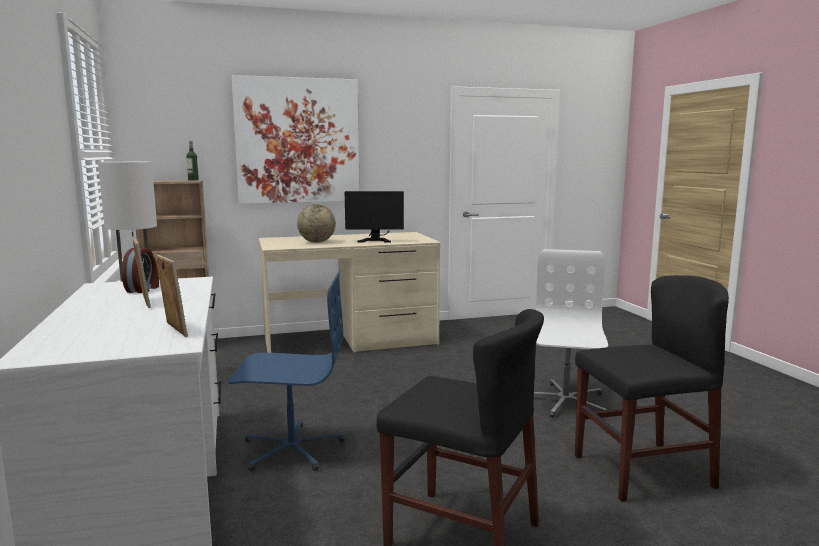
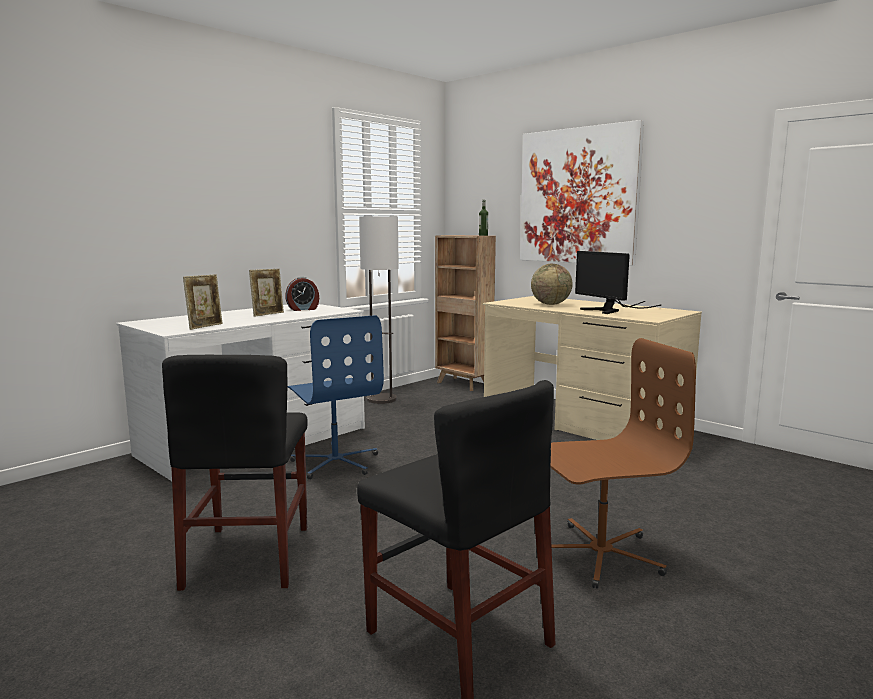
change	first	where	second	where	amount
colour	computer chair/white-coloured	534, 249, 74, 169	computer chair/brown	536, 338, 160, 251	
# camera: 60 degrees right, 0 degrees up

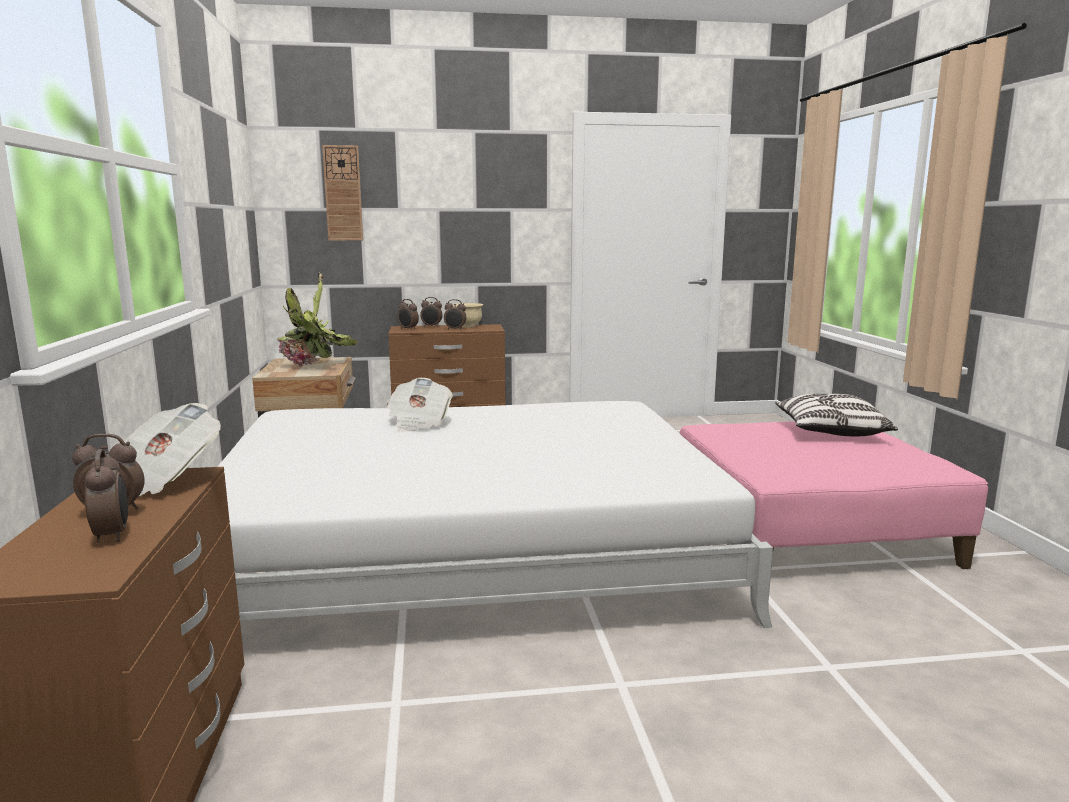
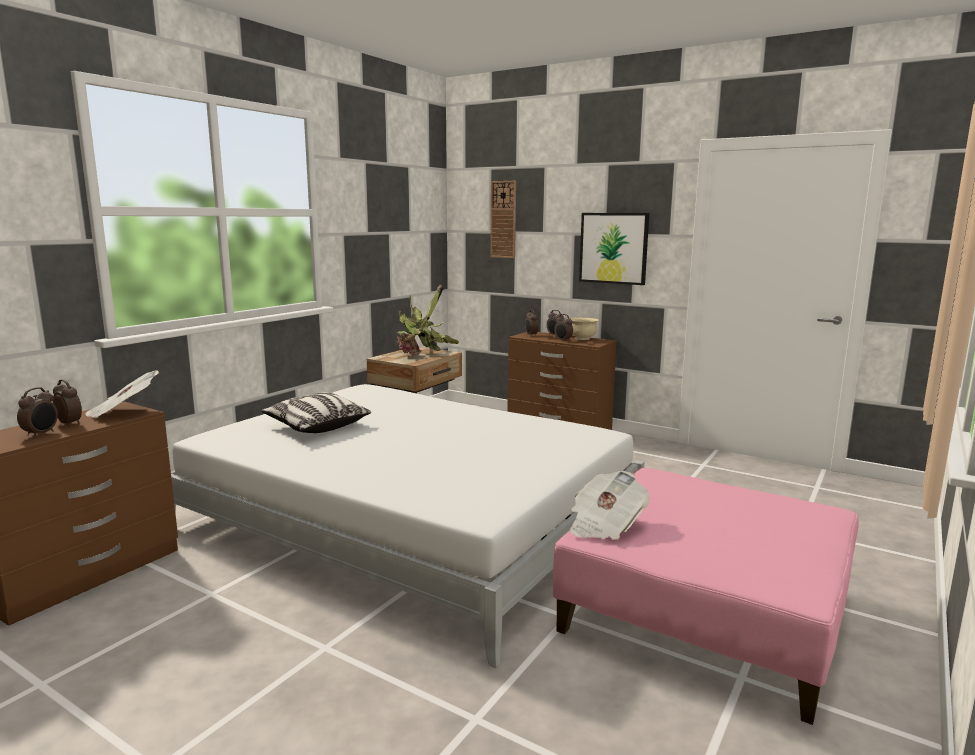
change	first	where	second	where	amount
relocated	pillow	775, 394, 123, 43		261, 392, 110, 41	
relocated	daily paper	387, 378, 66, 54		570, 471, 79, 69	
appeared			wall picture	579, 213, 70, 72	
# camera: 40 degrees right, 0 degrees up

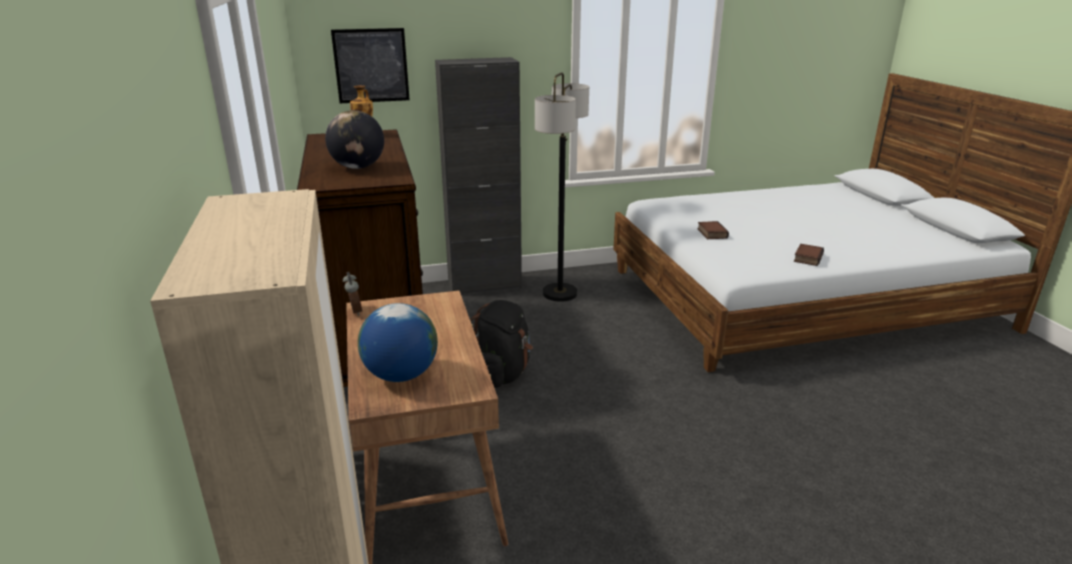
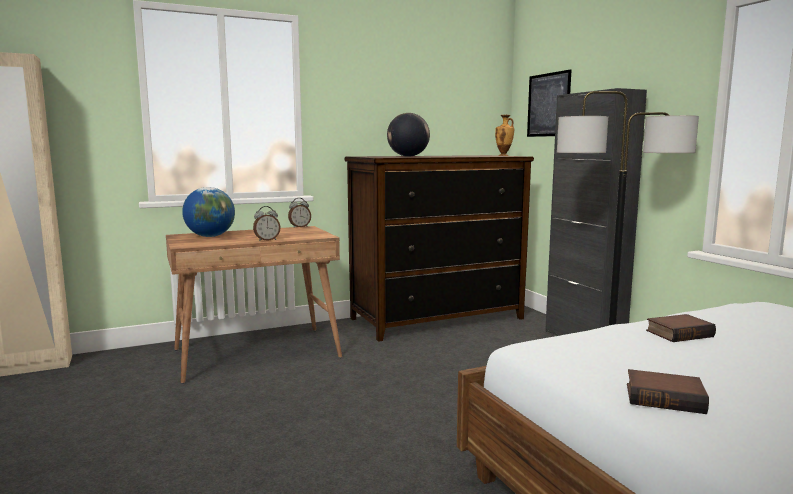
change	first	where	second	where	amount
appeared			alarm clock	253, 206, 27, 35	
missing	rucksack/black-coloured	470, 300, 63, 88			
# camera: 80 degrees right, 15 degrees down

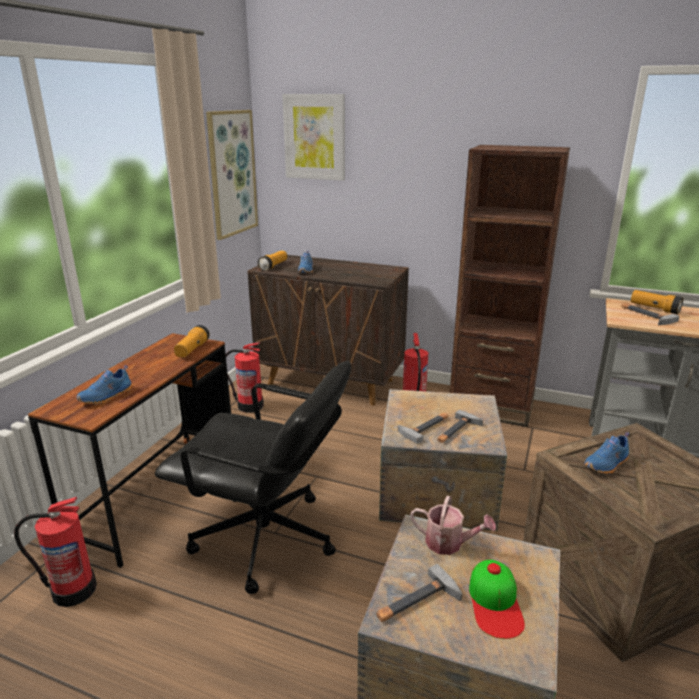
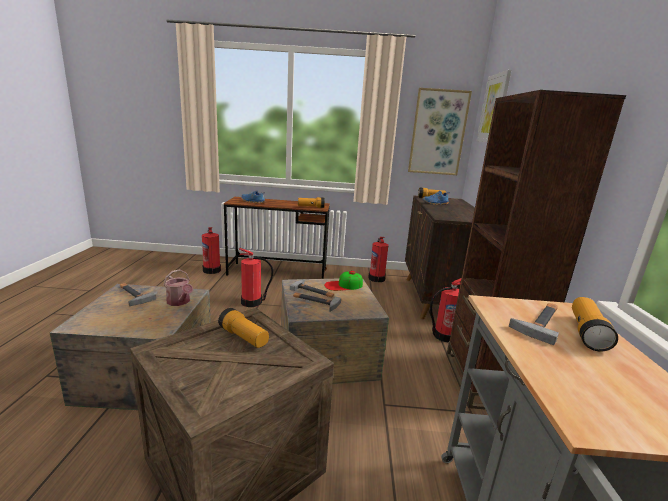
change	first	where	second	where	amount
spun	watering can	410, 496, 86, 59		164, 269, 29, 37	45 degrees counterclockwise
exchanged	shoe/blue-coloured	584, 432, 45, 42	flashlight	218, 308, 51, 40	
exchanged	computer chair/black-coloured	155, 361, 196, 233	extinguisher	239, 248, 34, 59	
relocated	baseball cap	469, 560, 56, 79		324, 271, 39, 20	
# camera: 70 degrees right, 5 degrees down

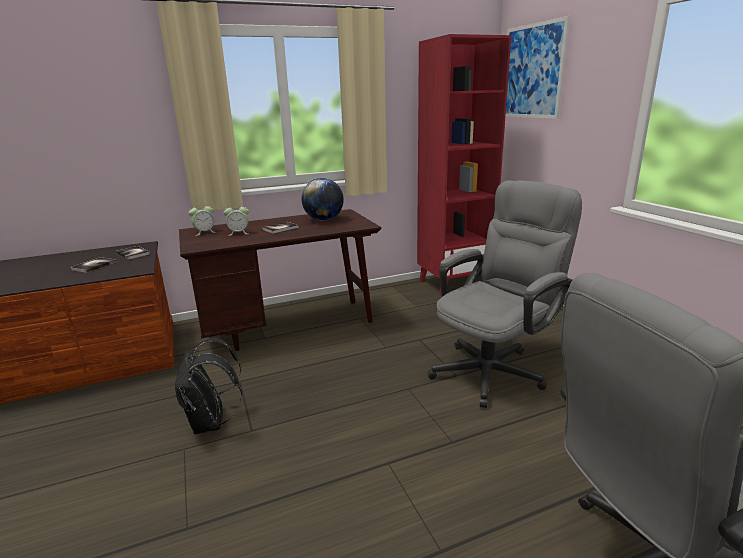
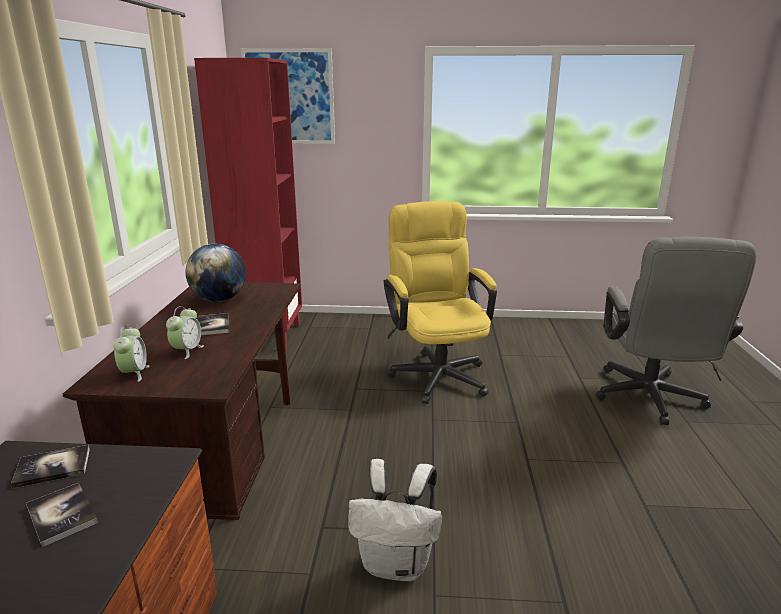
change	first	where	second	where	amount
colour	rucksack/black-coloured	175, 338, 67, 96	rucksack/white-coloured	348, 459, 94, 122	
colour	computer chair/grey	428, 180, 154, 228	computer chair/yellow-coloured	384, 201, 113, 203	
# camera: 65 degrees left, 0 degrees up

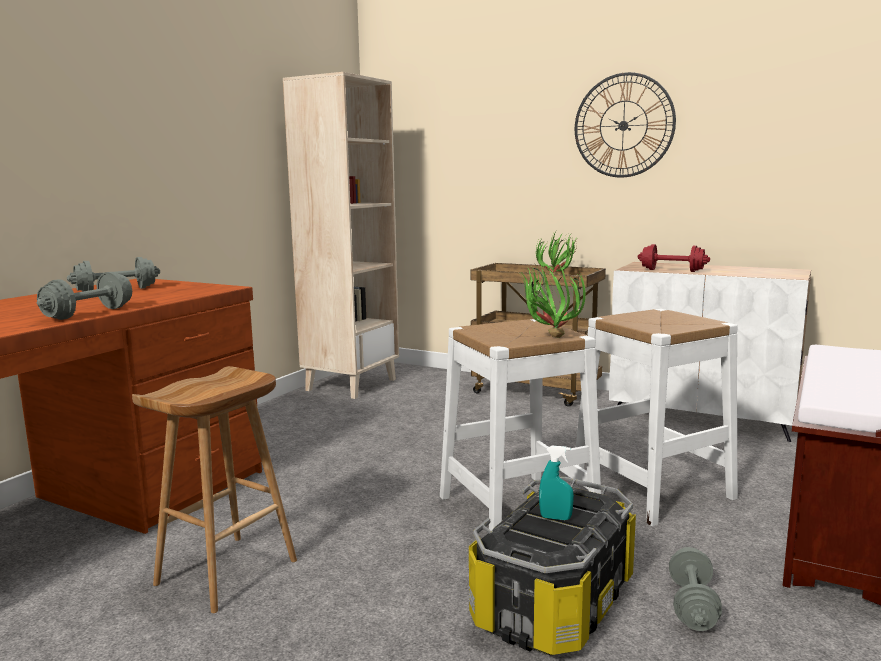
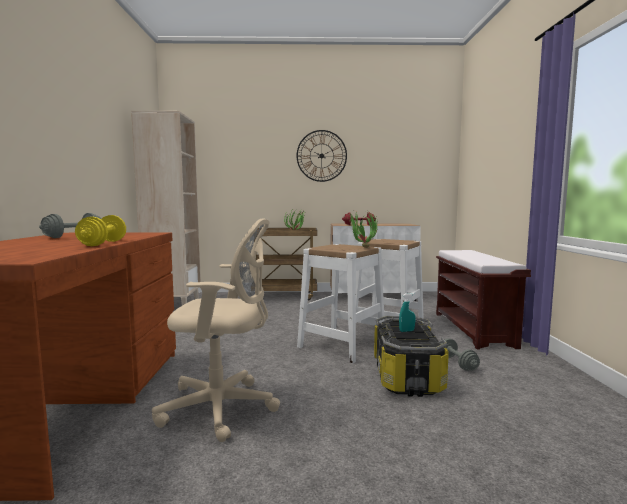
change	first	where	second	where	amount
colour	dumbbell/grey	37, 272, 95, 48	dumbbell/yellow-coloured	75, 215, 51, 31	
exchanged	sitting stool/brown	132, 366, 165, 247	computer chair/sand-coloured	152, 218, 128, 224	
# camera: 30 degrees left, 5 degrees down

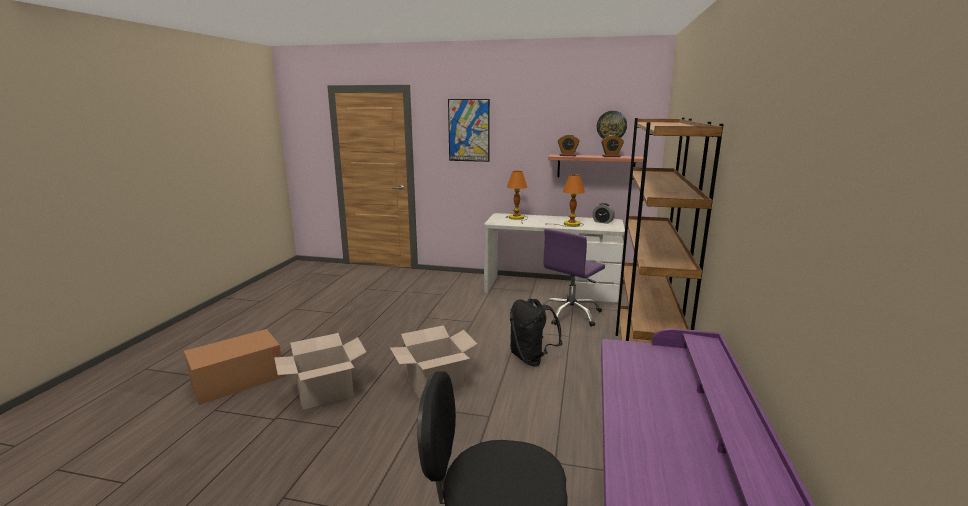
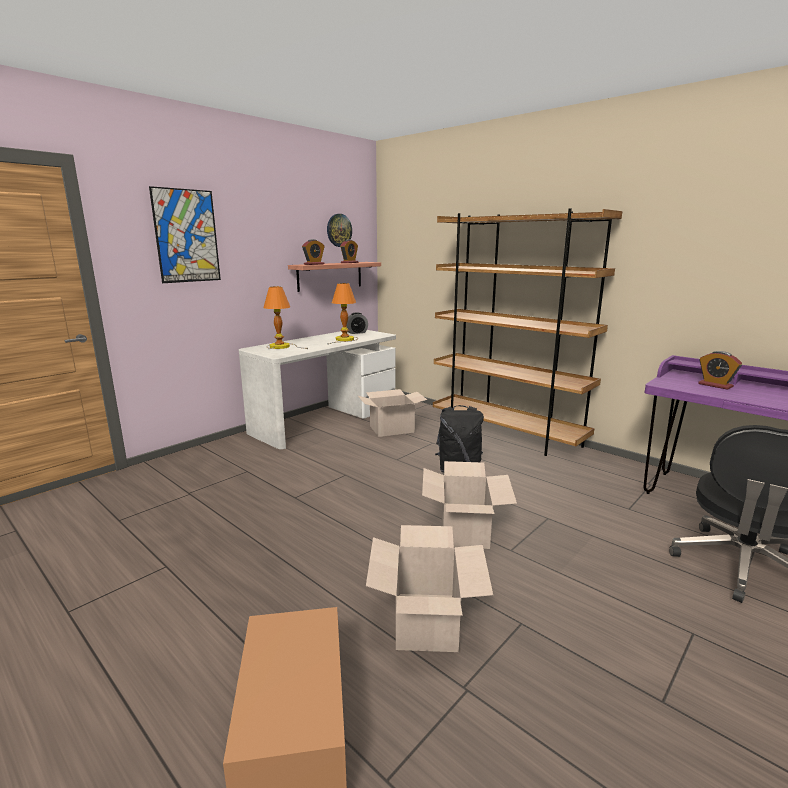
change	first	where	second	where	amount
exchanged	computer chair/purplish	542, 229, 63, 98	carton	358, 389, 69, 48	
appeared			alarm clock	698, 351, 44, 39	
# camera: 60 degrees left, 0 degrees up

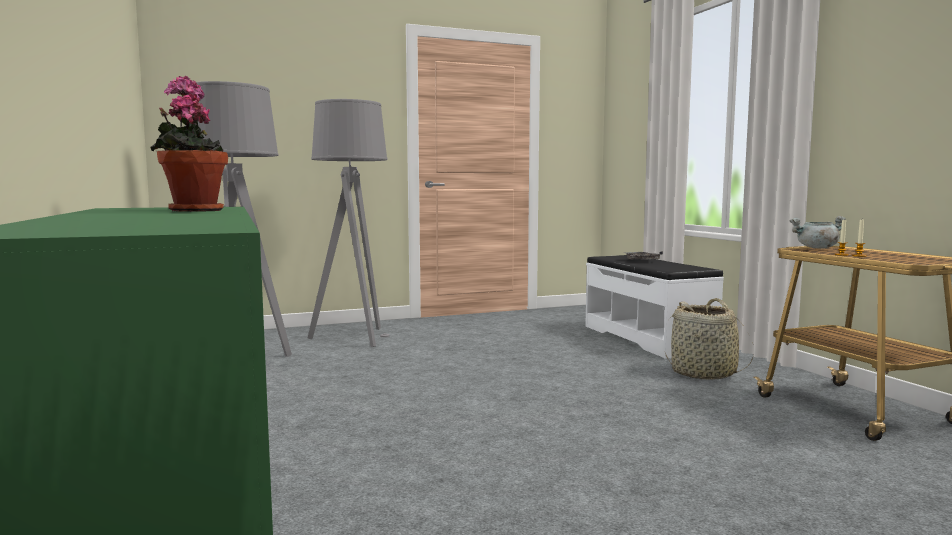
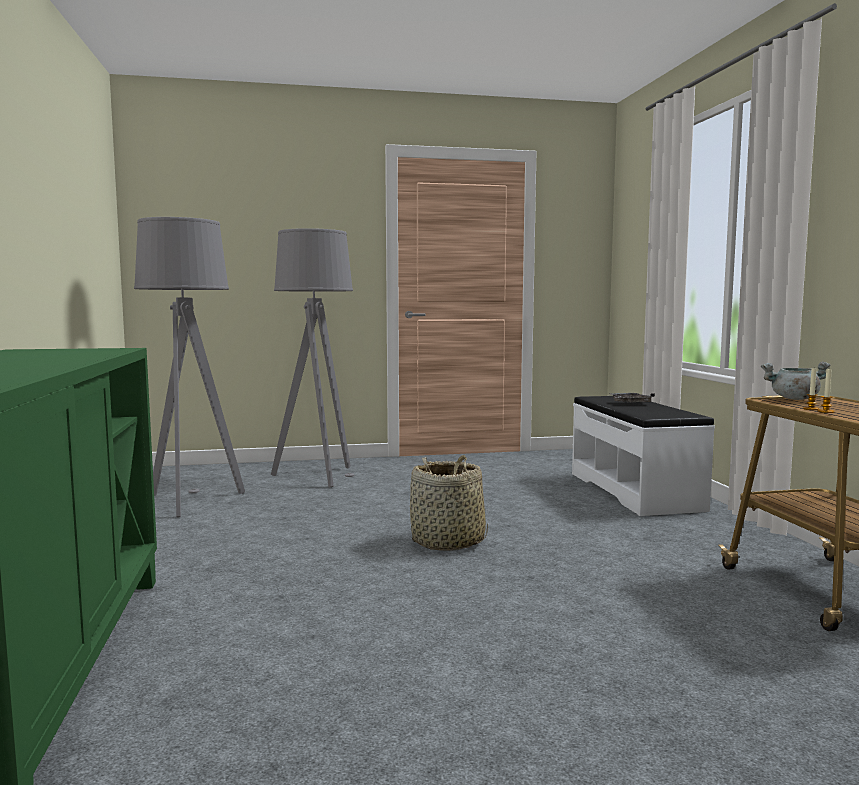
change	first	where	second	where	amount
relocated	basket	665, 298, 89, 82		410, 455, 78, 96	
missing	plant in a pot	151, 76, 77, 136			
# camera: 10 degrees right, 0 degrees up

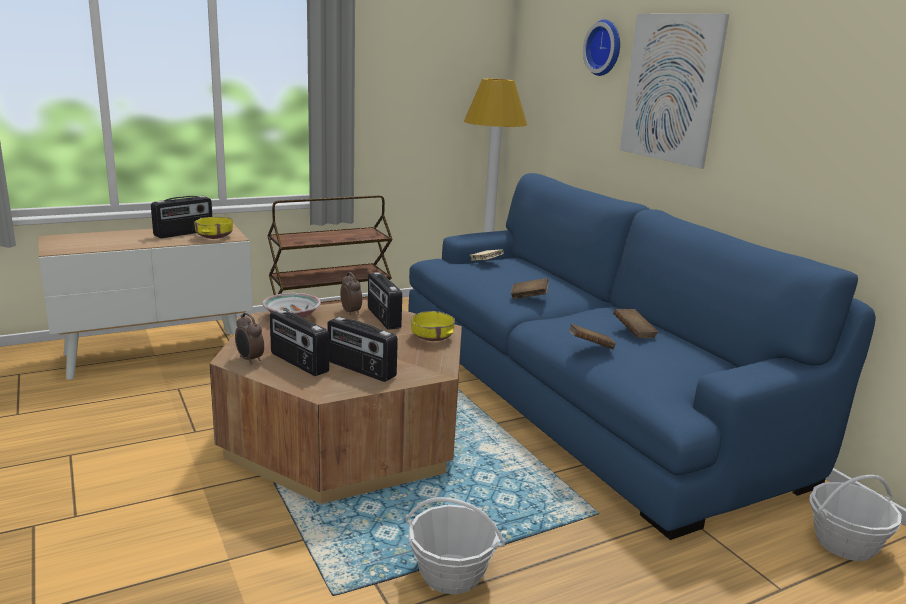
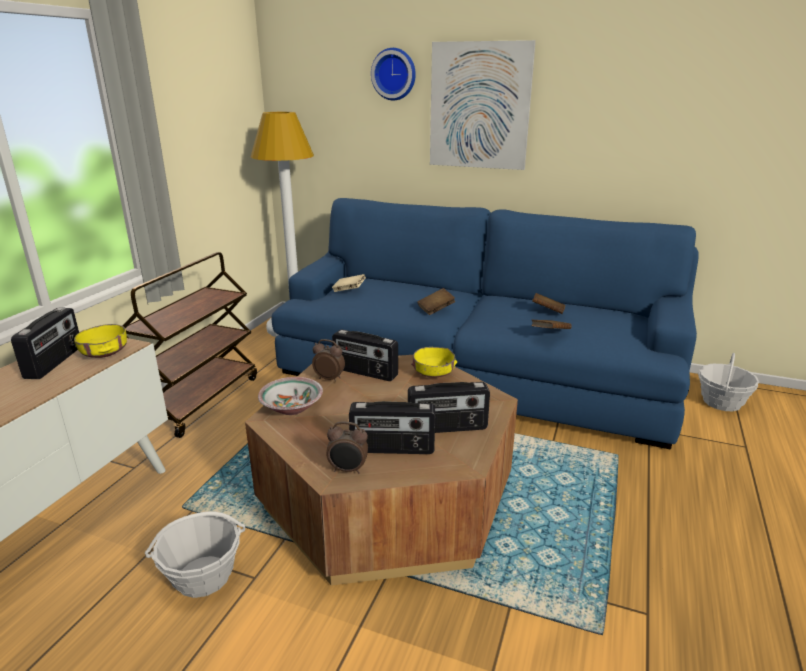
change	first	where	second	where	amount
relocated	basket	405, 497, 101, 97		145, 512, 100, 86	
# camera: 40 degrees left, 5 degrees up

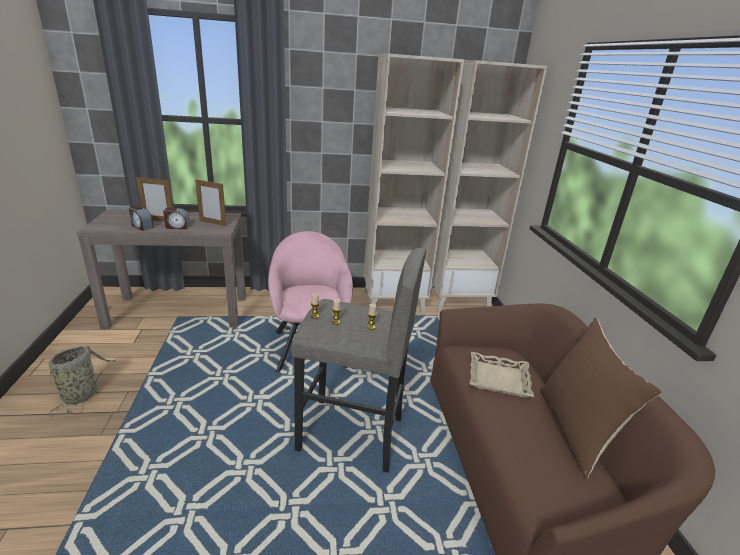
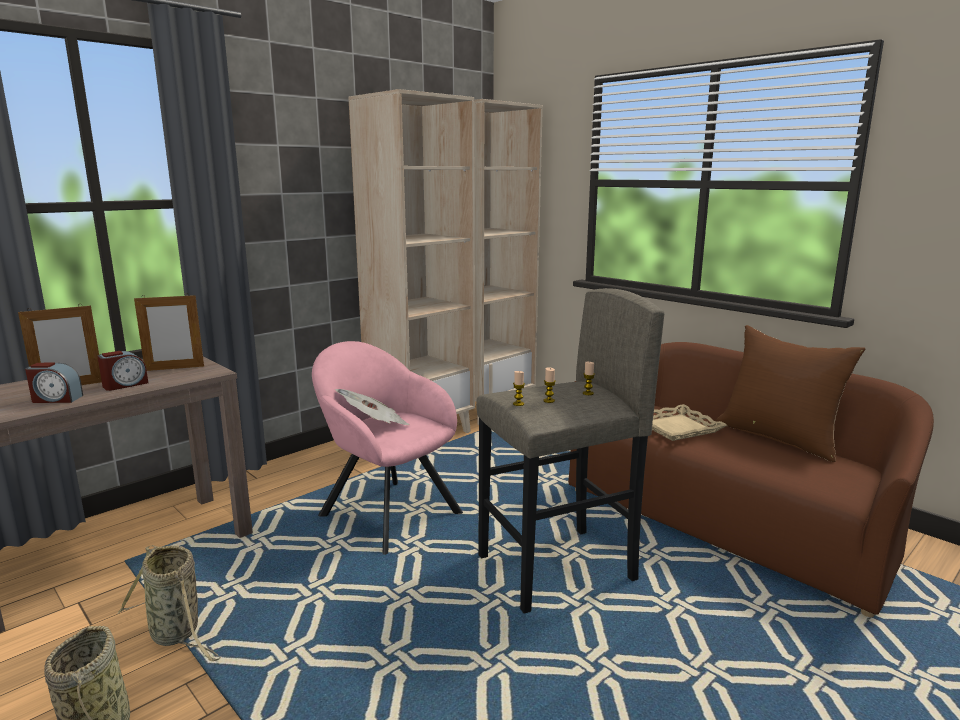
change	first	where	second	where	amount
appeared			basket	117, 545, 104, 116	
appeared			daily paper	335, 389, 75, 36	
# camera: 35 degrees left, 10 degrees down

